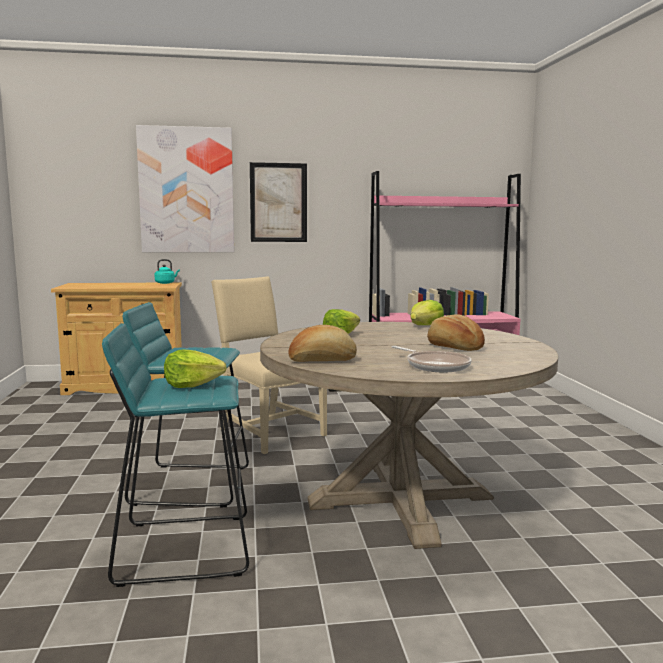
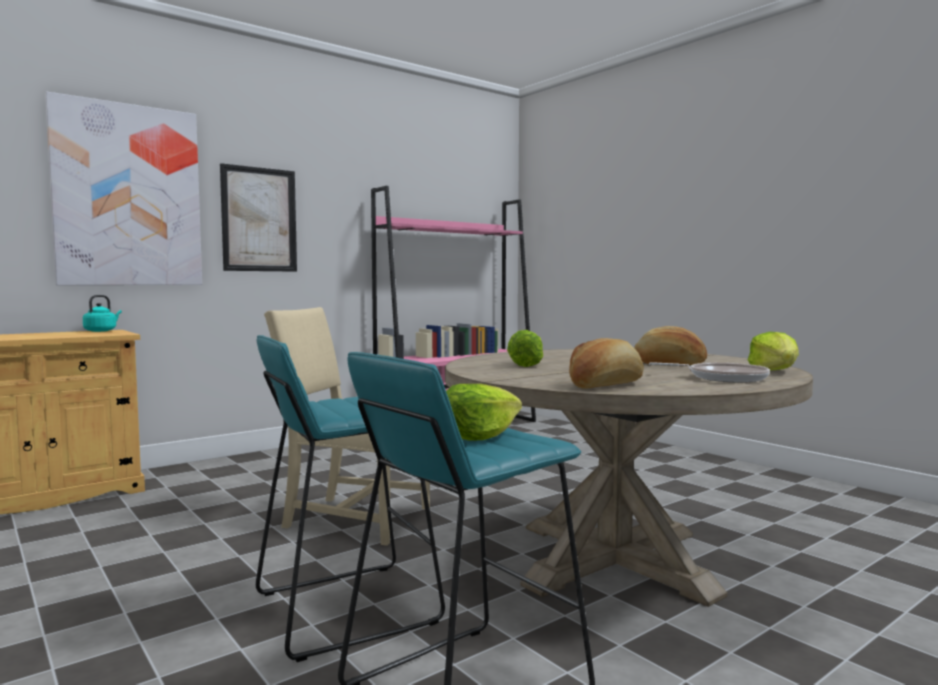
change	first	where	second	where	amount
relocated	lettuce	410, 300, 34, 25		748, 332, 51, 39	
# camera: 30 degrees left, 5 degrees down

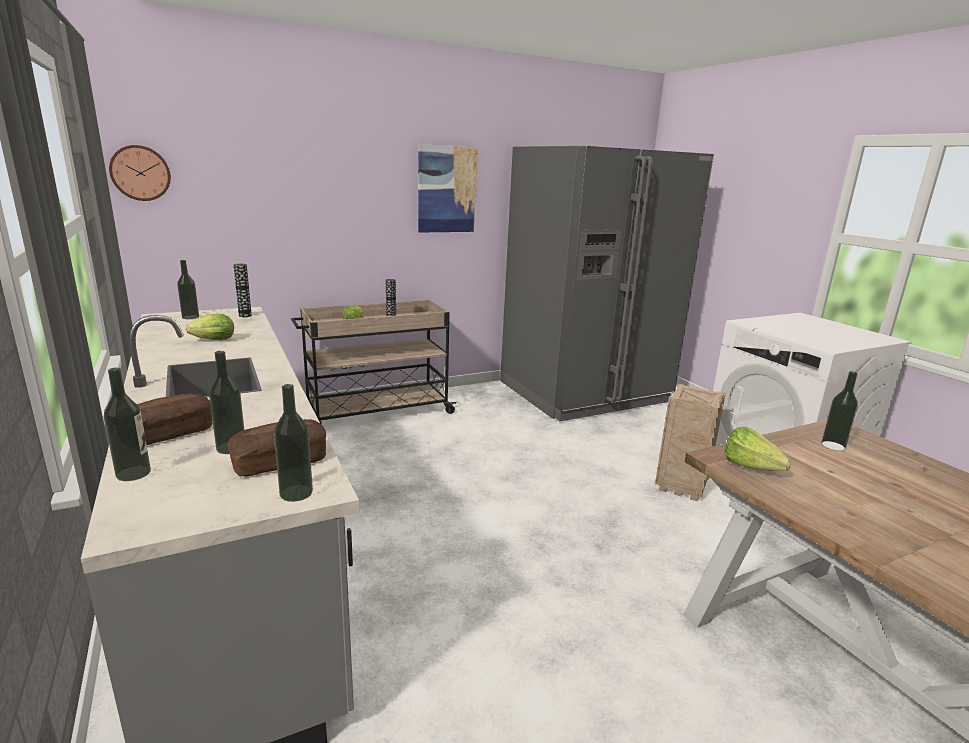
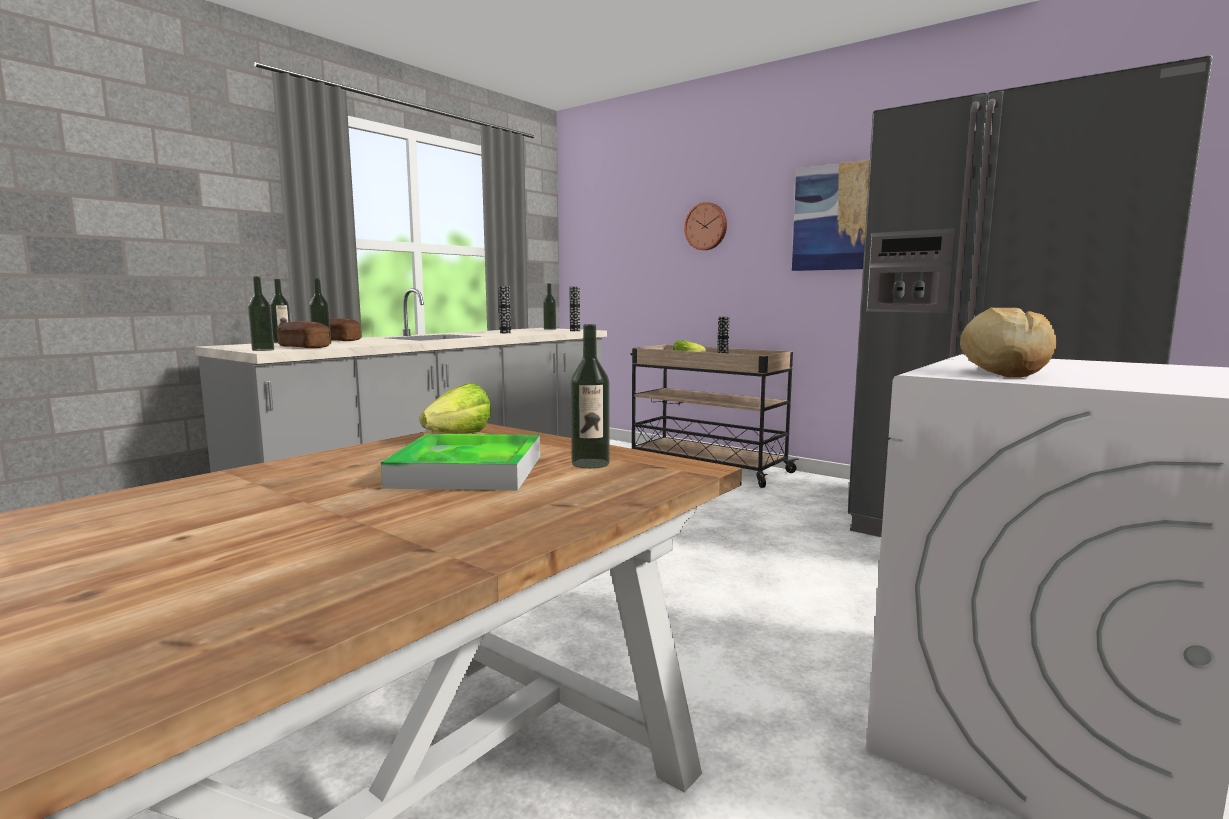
change	first	where	second	where	amount
appeared			tray	381, 434, 159, 57	
exchanged	lettuce	186, 314, 48, 26	decorative vase	499, 286, 12, 47	
relocated	wall clock	109, 145, 62, 56		684, 202, 43, 48	
appeared			bread	960, 307, 97, 70	
missing	shipping crate	655, 384, 71, 117			
# camera: 65 degrees right, 10 degrees down

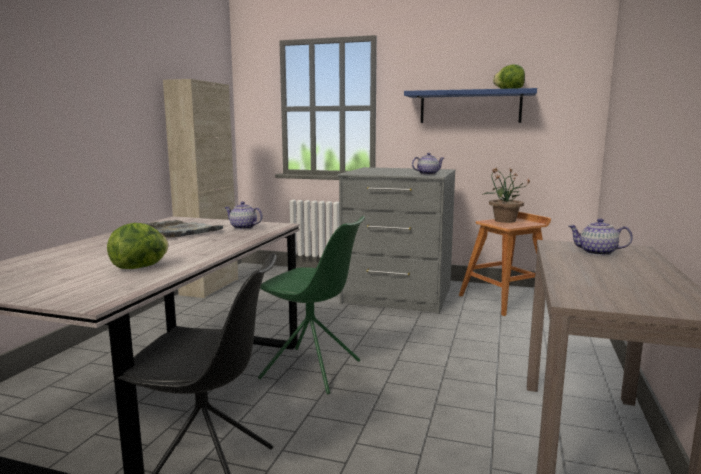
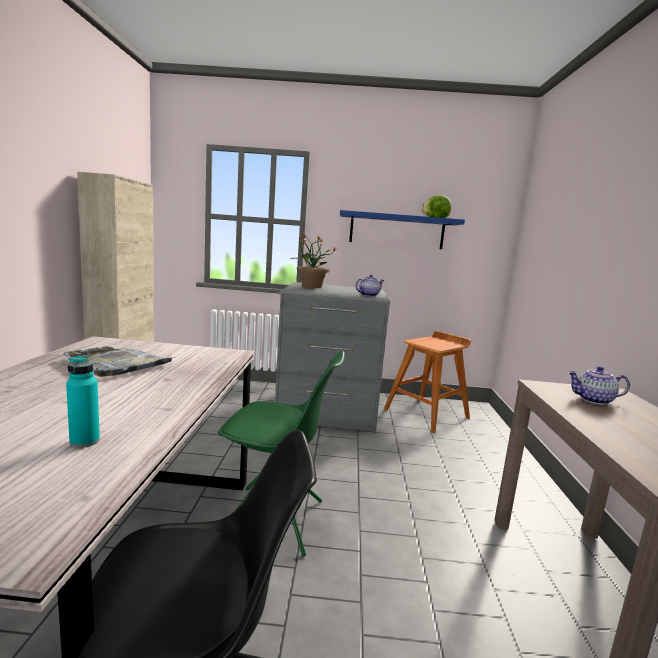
change	first	where	second	where	amount
exchanged	lettuce	107, 223, 61, 46	beverage bottle/turquoise	66, 355, 34, 93	
relocated	plant in a pot	482, 168, 48, 55		290, 234, 46, 54	
missing	tea pot	225, 202, 38, 28			
# camera: 15 degrees left, 0 degrees up

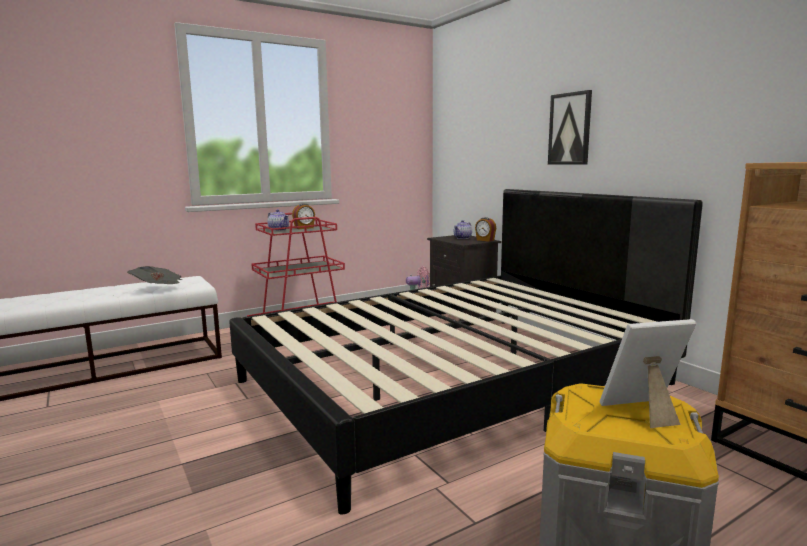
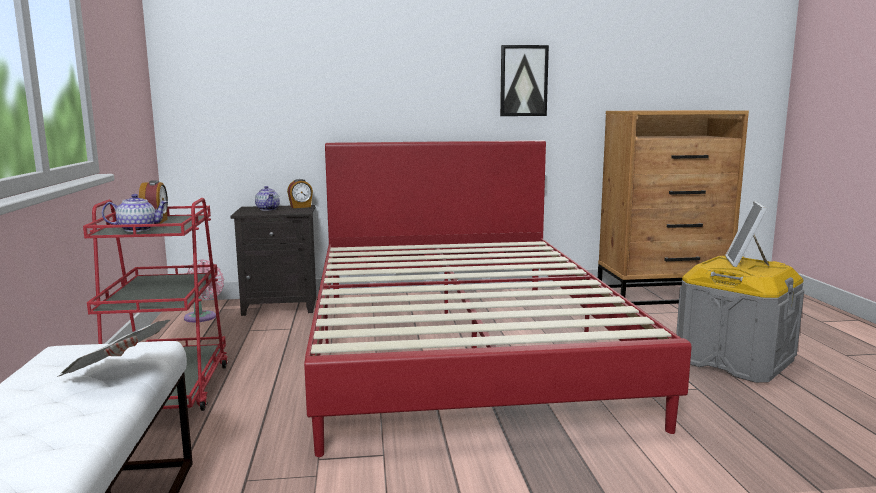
change	first	where	second	where	amount
colour	bedroom bed/black-coloured	229, 189, 474, 325	bedroom bed/red	304, 140, 388, 317	
relocated	wall picture	548, 90, 44, 75		500, 45, 49, 71	
# camera: 65 degrees left, 0 degrees up

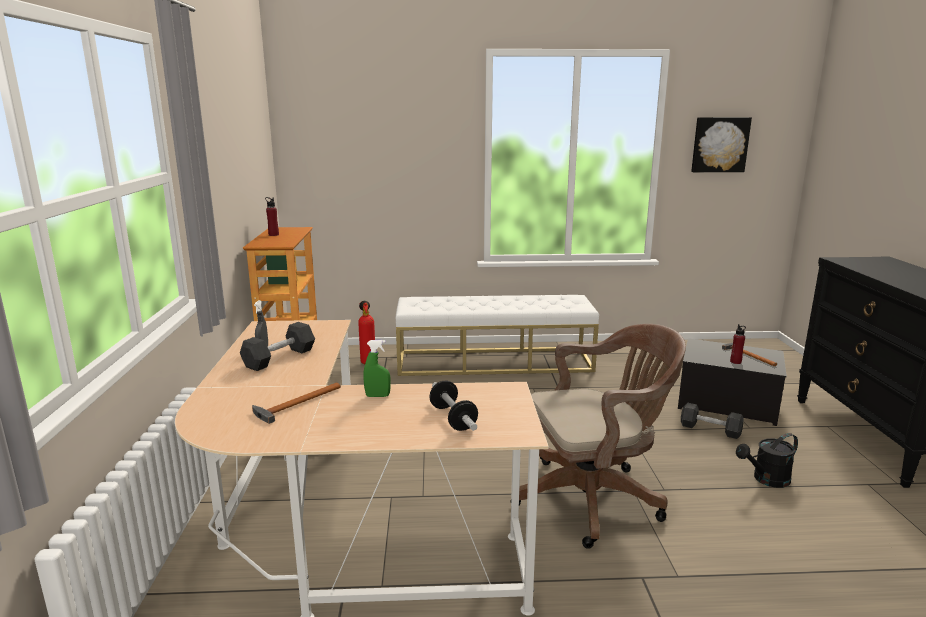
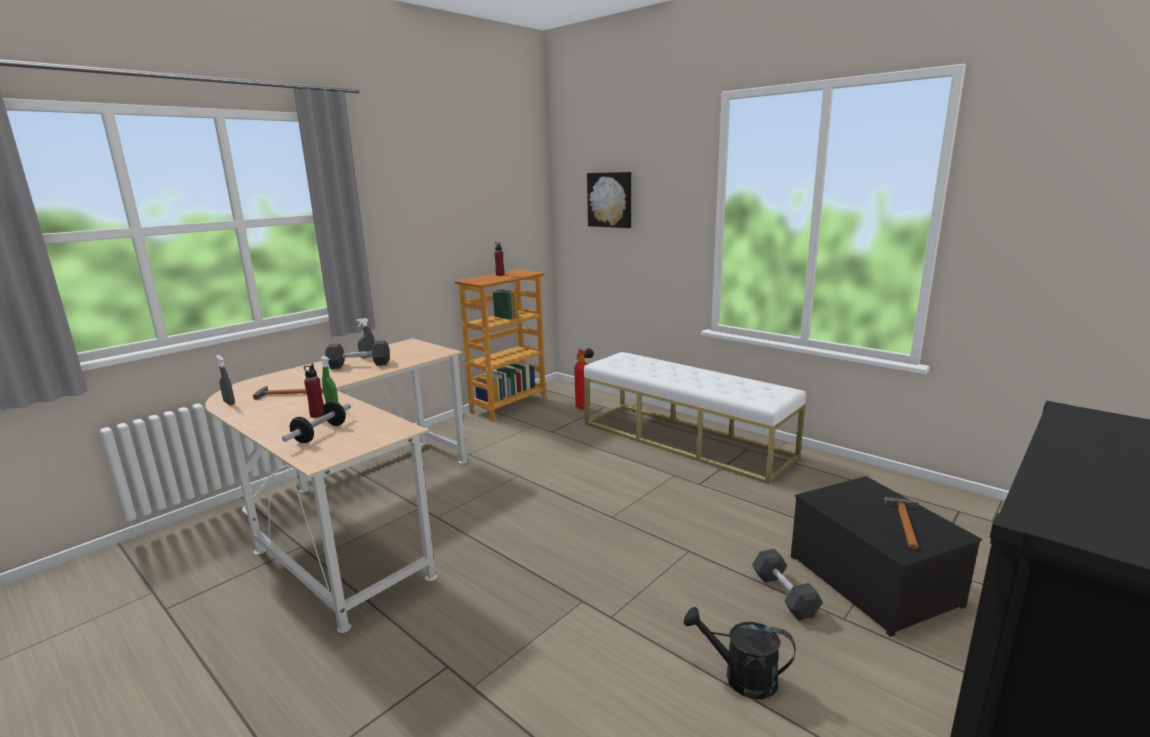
change	first	where	second	where	amount
appeared			hand sprayer/grey	216, 355, 19, 50	
relocated	beverage bottle/red	730, 324, 16, 40		304, 363, 20, 55	
relocated	wall picture	691, 117, 61, 55		587, 172, 44, 56	
missing	computer chair/brown	519, 324, 167, 225			
# camera: 45 degrees right, 0 degrees up

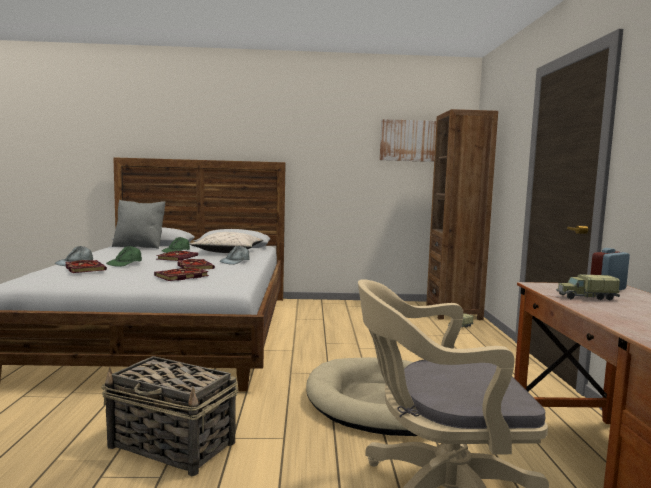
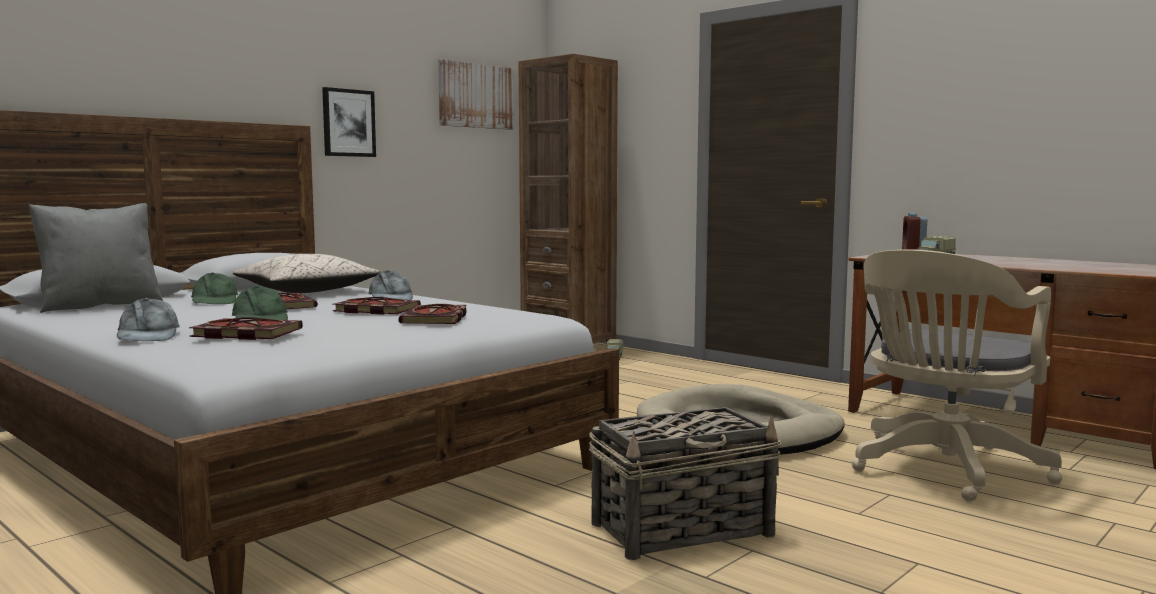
change	first	where	second	where	amount
appeared			wall picture	322, 87, 54, 70	
# camera: 45 degrees left, 0 degrees up

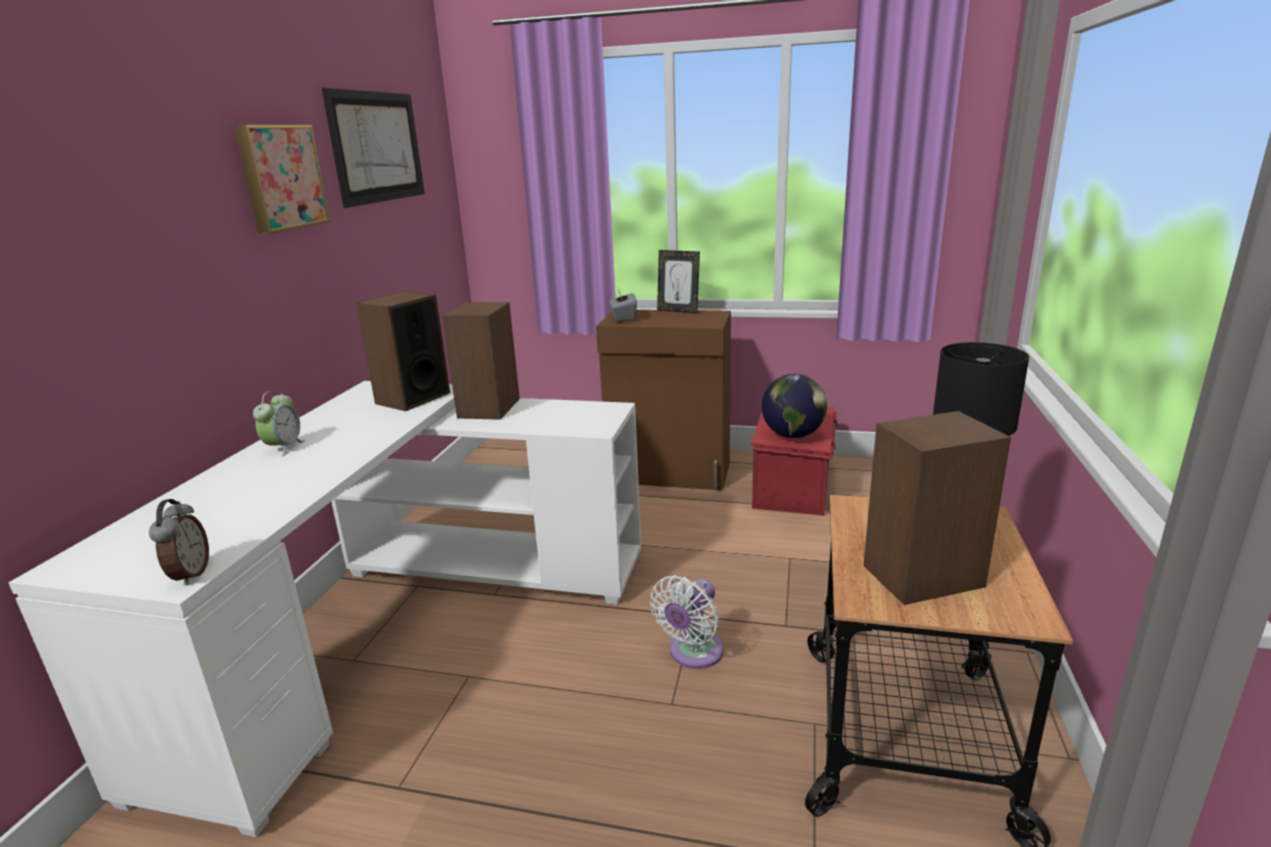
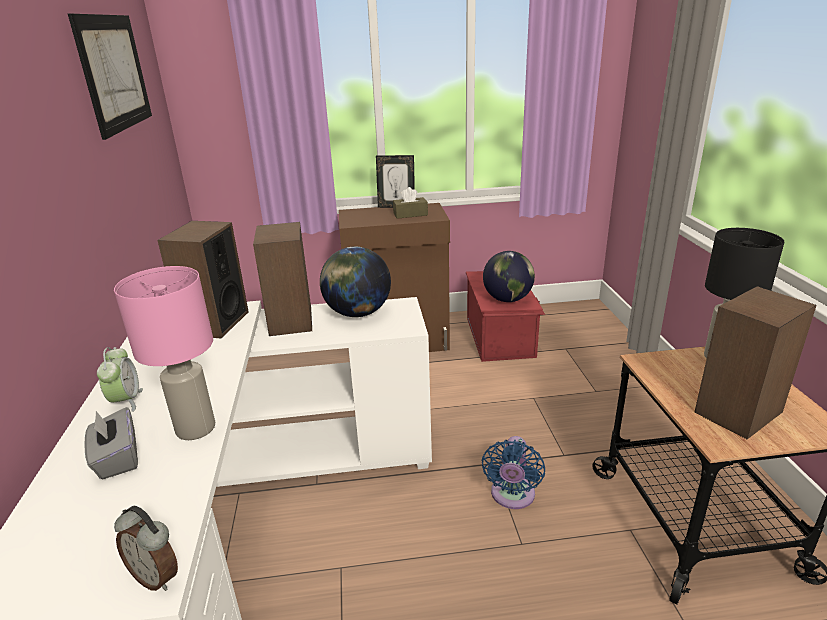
change	first	where	second	where	amount
relocated	tissue box/grey	609, 288, 28, 34		84, 407, 54, 72	
appeared			tabletop lamp/pink	114, 266, 101, 174	
spun	alarm clock	149, 499, 60, 86		114, 506, 64, 85	150 degrees clockwise
appeared			world globe	320, 247, 71, 70	
appeared			tissue box/brown	393, 187, 35, 32	
colour	fan/white-coloured	650, 575, 74, 94	fan/blue-coloured	482, 436, 63, 73	
missing	wall picture	234, 125, 96, 109			
# camera: 20 degrees left, 5 degrees up

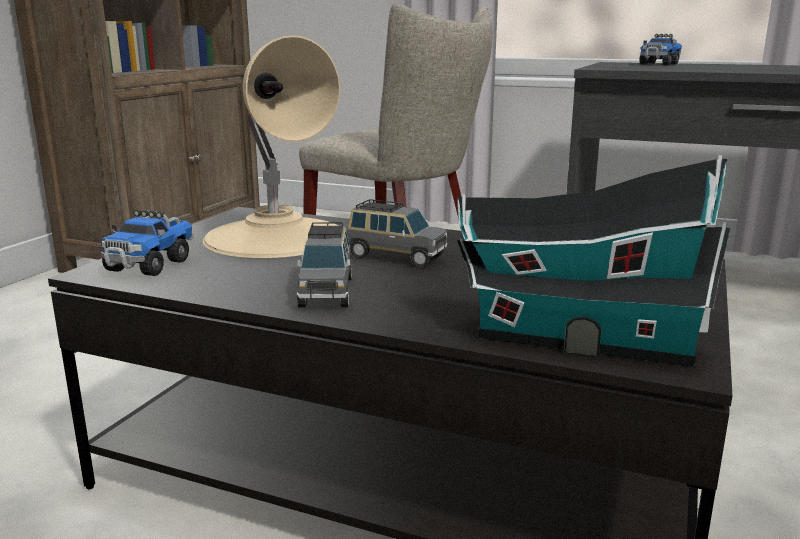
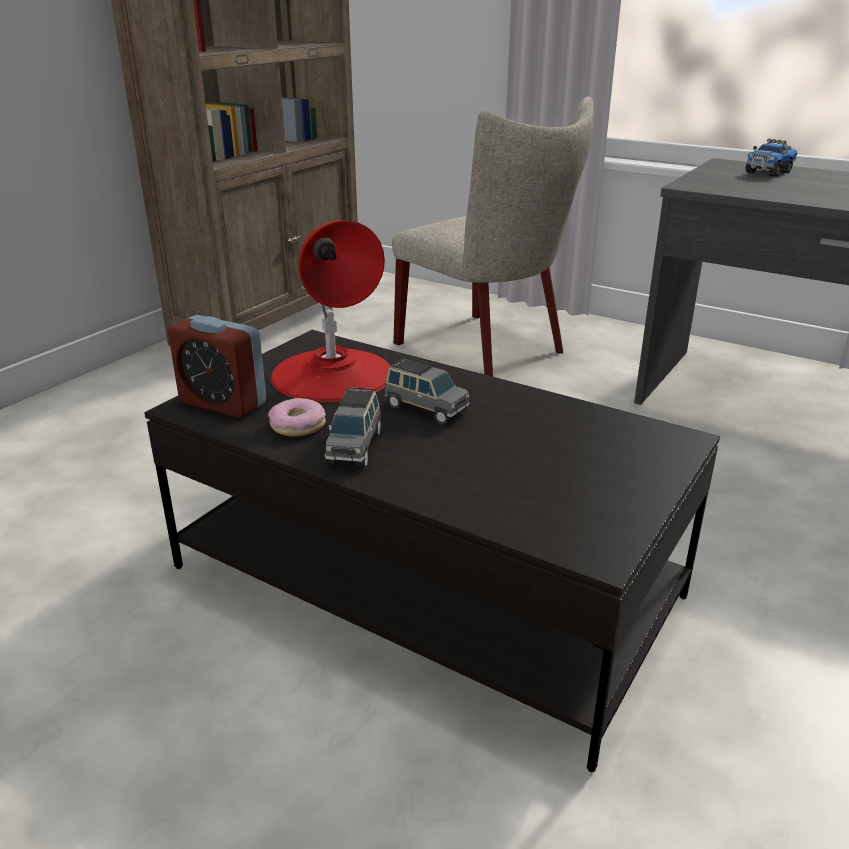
change	first	where	second	where	amount
exchanged	toy lorry	100, 209, 93, 67	alarm clock	168, 315, 99, 103	
appeared			donut	268, 398, 58, 39	
colour	tabletop lamp/sand-coloured	203, 35, 137, 223	tabletop lamp/red	271, 220, 120, 182	
missing	toy house	457, 155, 274, 212			
# camera: 10 degrees right, 10 degrees up

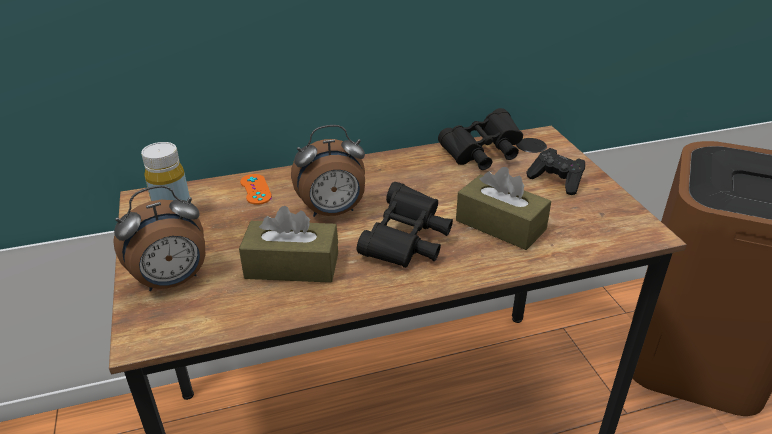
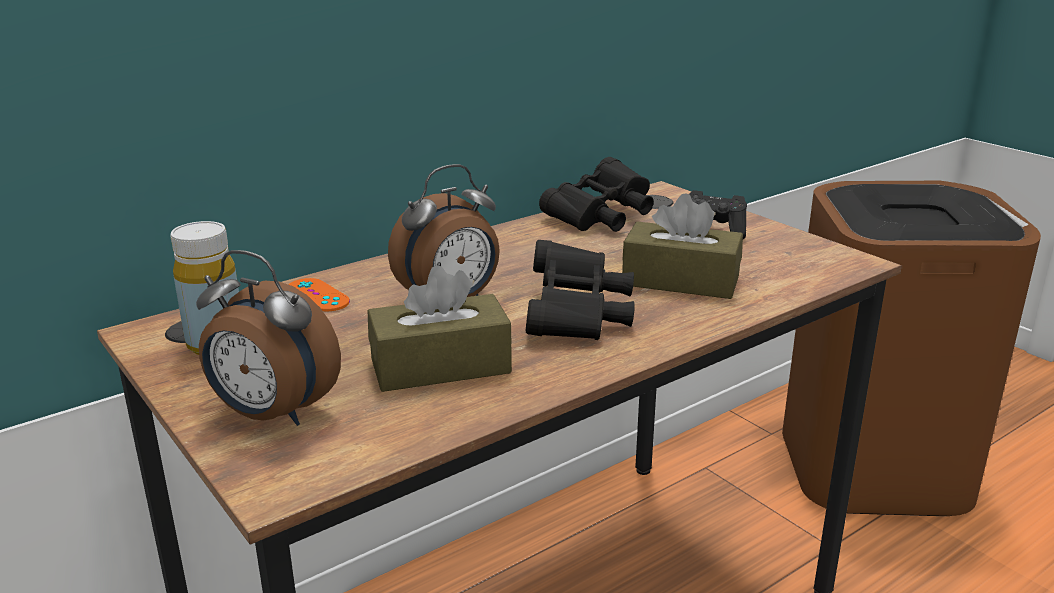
change	first	where	second	where	amount
spun	alarm clock	113, 185, 92, 106		196, 250, 145, 176	75 degrees clockwise
# camera: 20 degrees left, 10 degrees down

